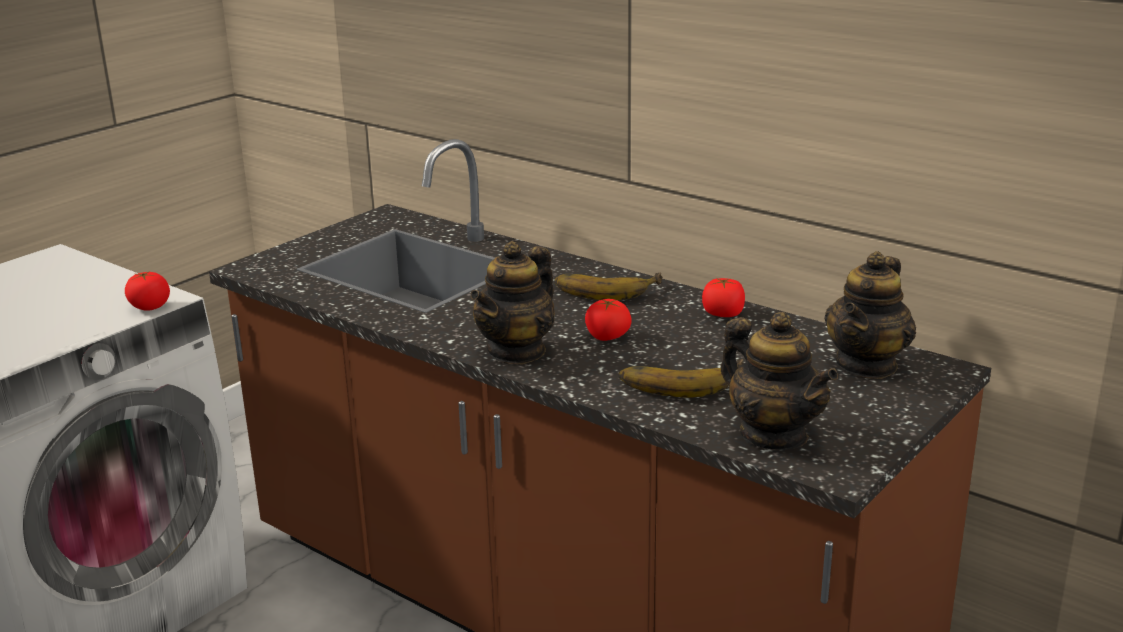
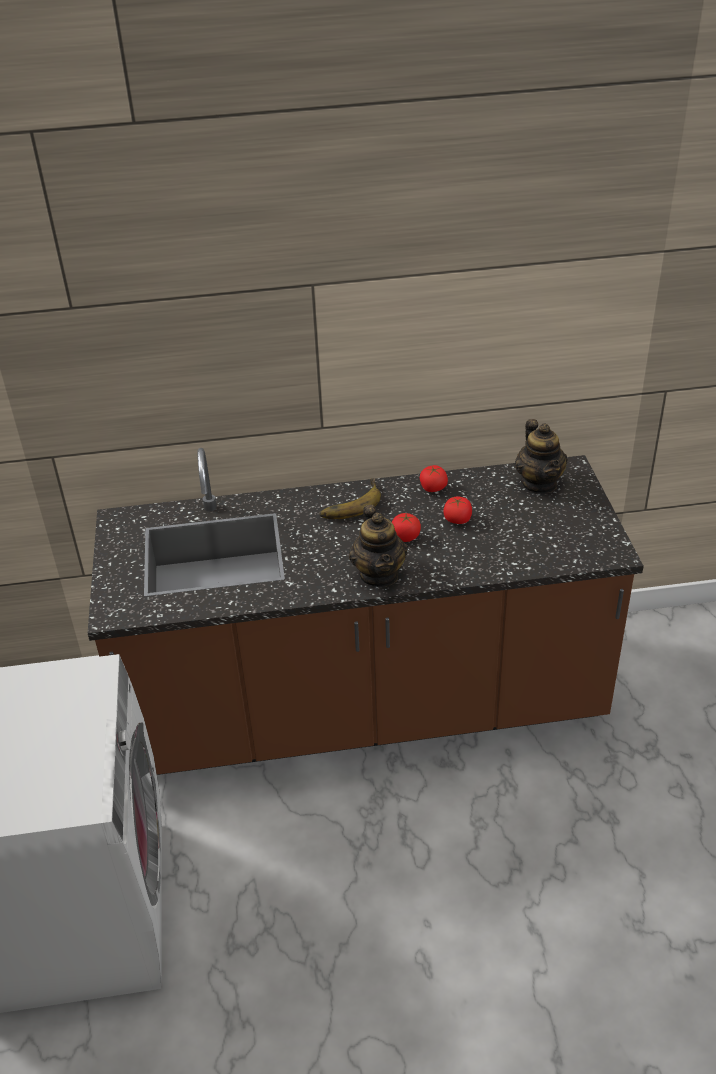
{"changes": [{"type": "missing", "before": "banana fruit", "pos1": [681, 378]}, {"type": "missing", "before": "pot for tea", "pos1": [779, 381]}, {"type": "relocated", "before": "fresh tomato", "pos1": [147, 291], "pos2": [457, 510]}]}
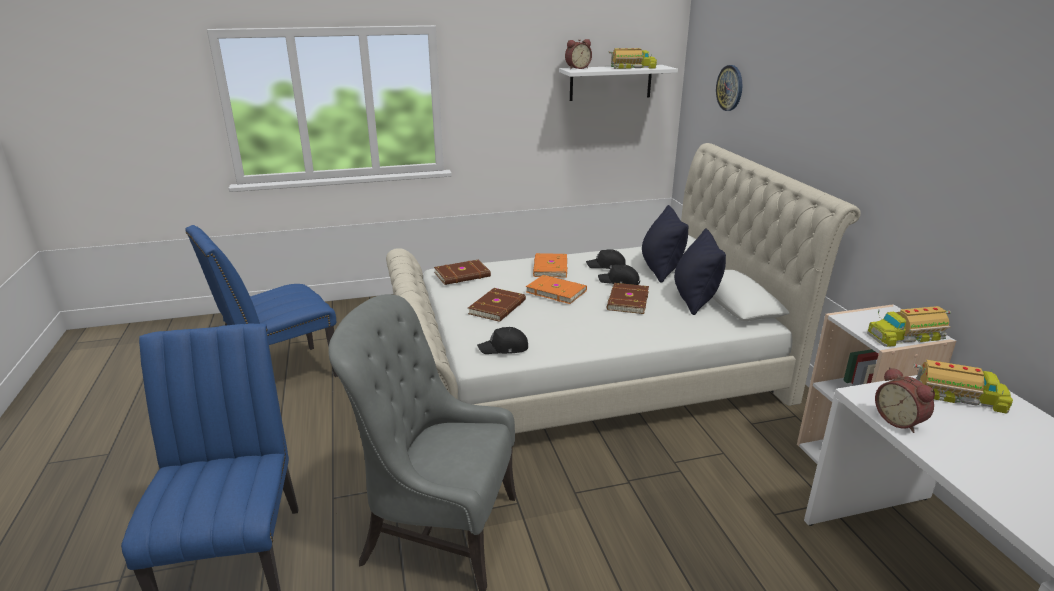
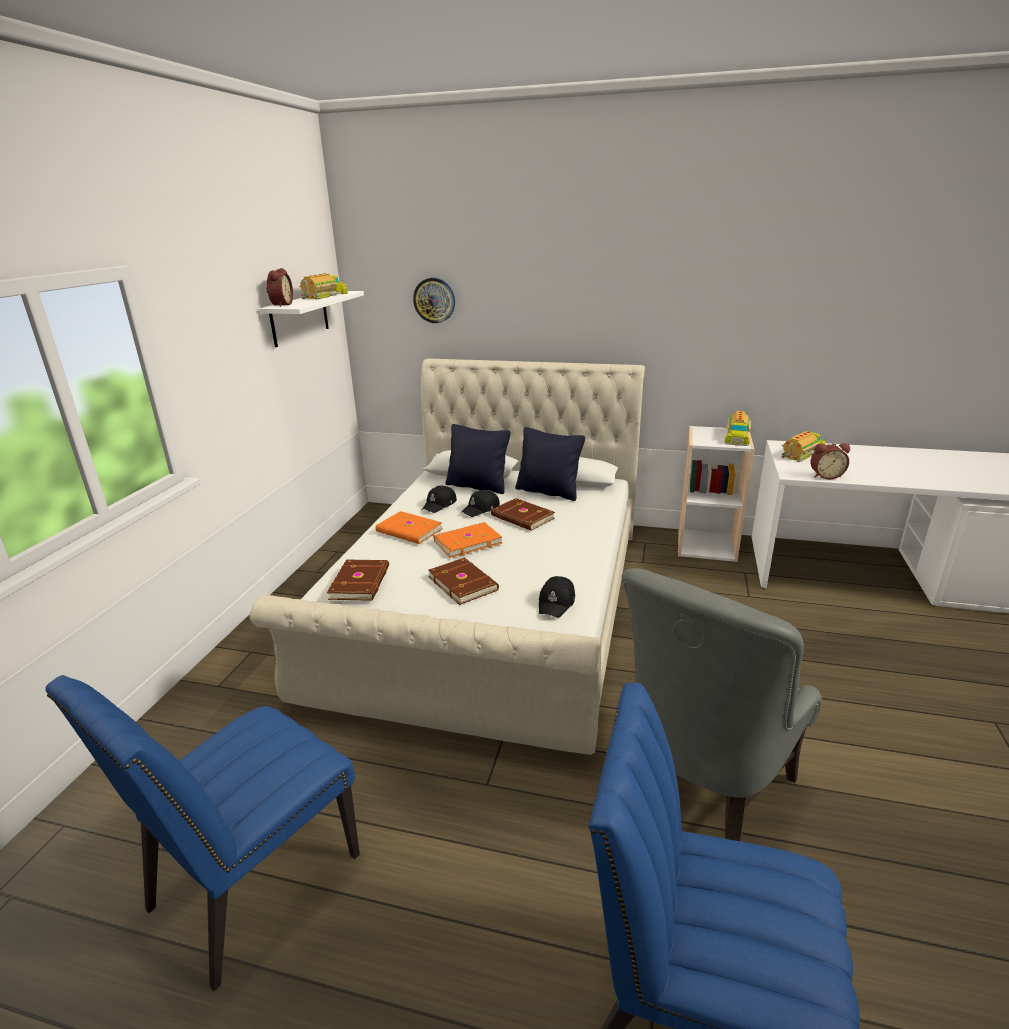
{"changes": [{"type": "spun", "before": "chair in blue", "pos1": [261, 301], "pos2": [202, 833], "turn": 45}]}
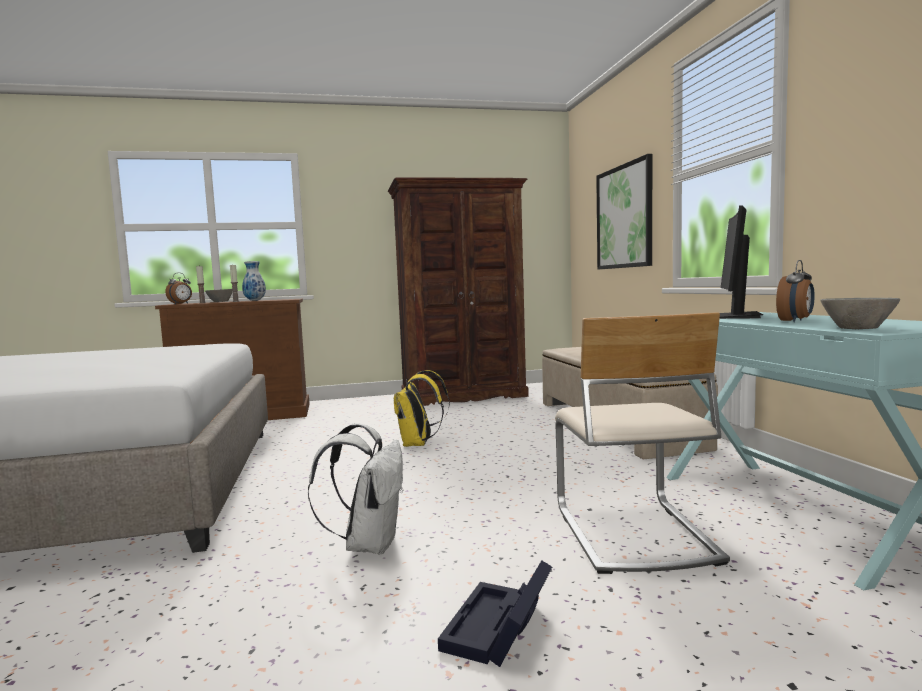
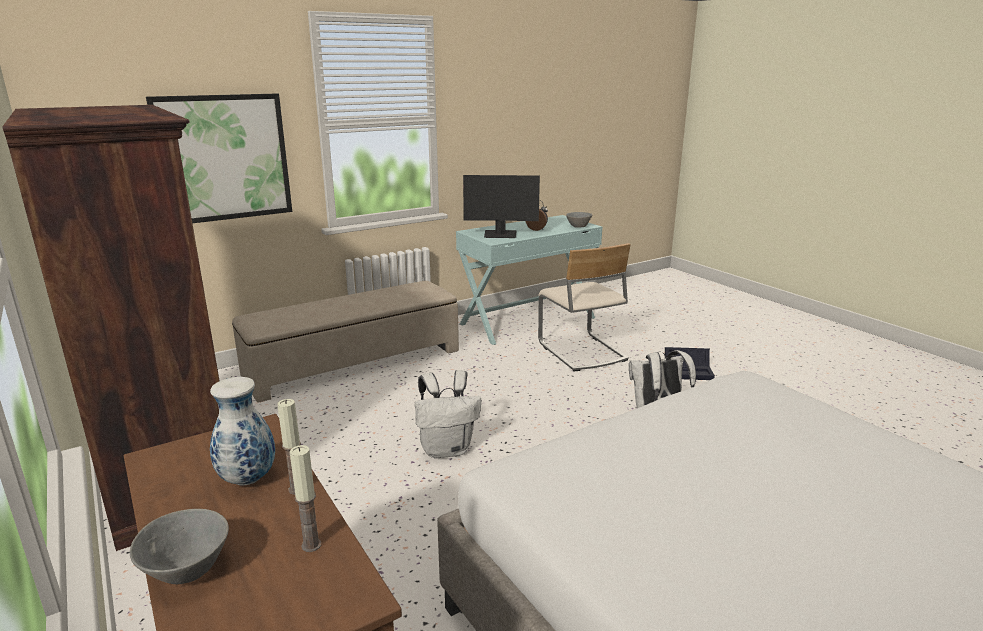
{"changes": [{"type": "missing", "before": "table clock", "pos1": [178, 288]}, {"type": "colour", "before": "rucksack in yellow", "after": "rucksack in whitish", "pos1": [422, 408], "pos2": [448, 414]}, {"type": "spun", "before": "chair in beige", "pos1": [642, 443], "pos2": [584, 307], "turn": 90}]}
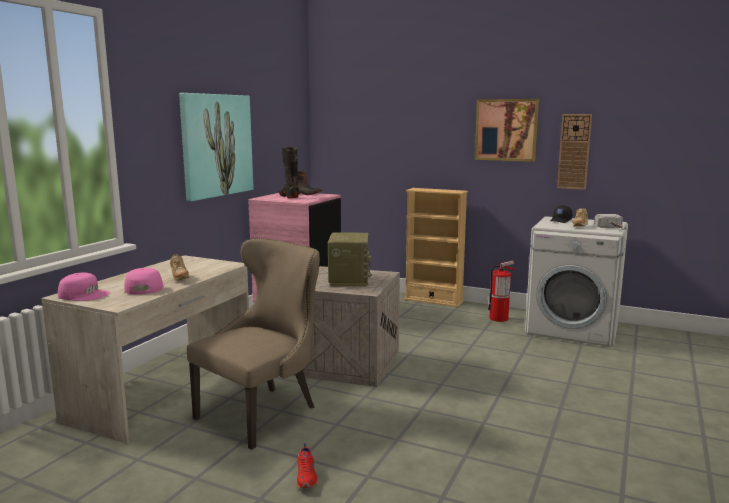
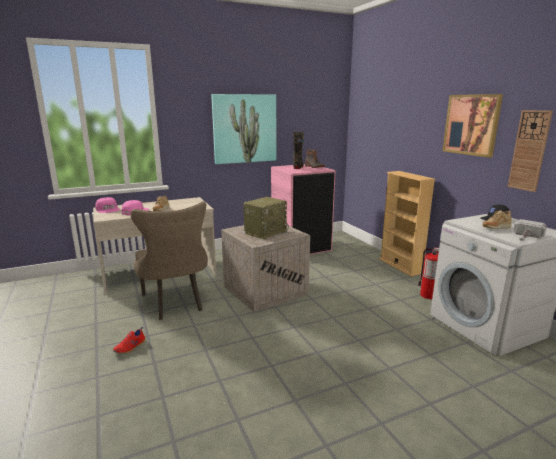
{"changes": [{"type": "spun", "before": "chair in beige", "pos1": [253, 344], "pos2": [169, 260], "turn": 75}]}
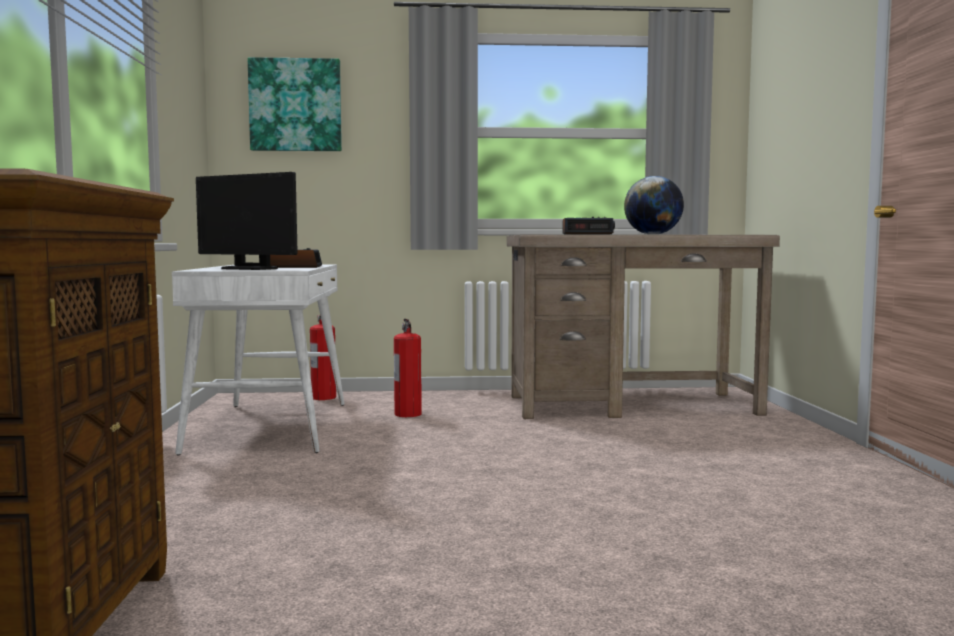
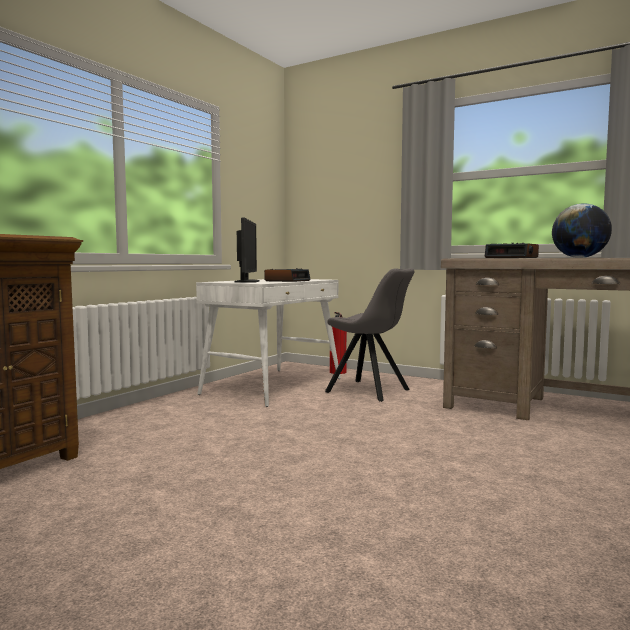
{"changes": [{"type": "missing", "before": "wall art", "pos1": [295, 104]}, {"type": "exchanged", "before": "fire-fighting cylinder", "after": "chair in grey", "pos1": [408, 368], "pos2": [370, 335]}, {"type": "spun", "before": "monitor", "pos1": [247, 221], "pos2": [247, 250], "turn": -150}]}
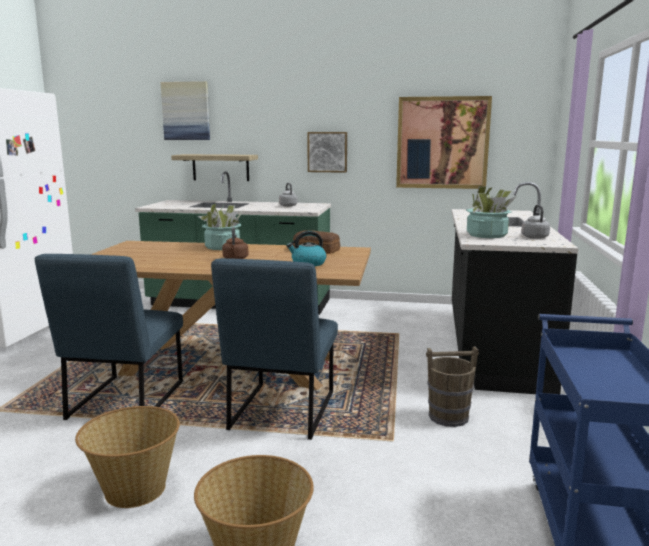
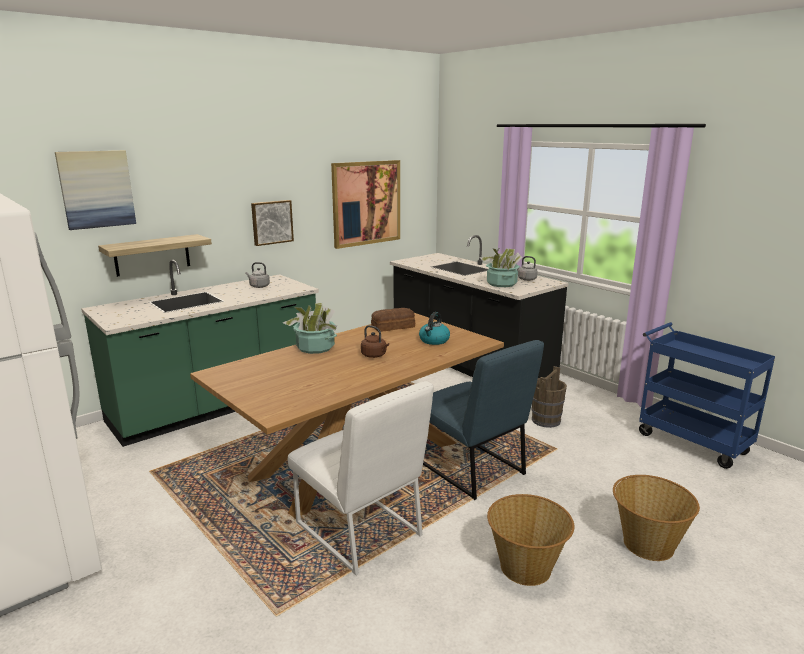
{"changes": [{"type": "colour", "before": "chair in blue", "after": "chair in whitish", "pos1": [109, 337], "pos2": [360, 478]}]}
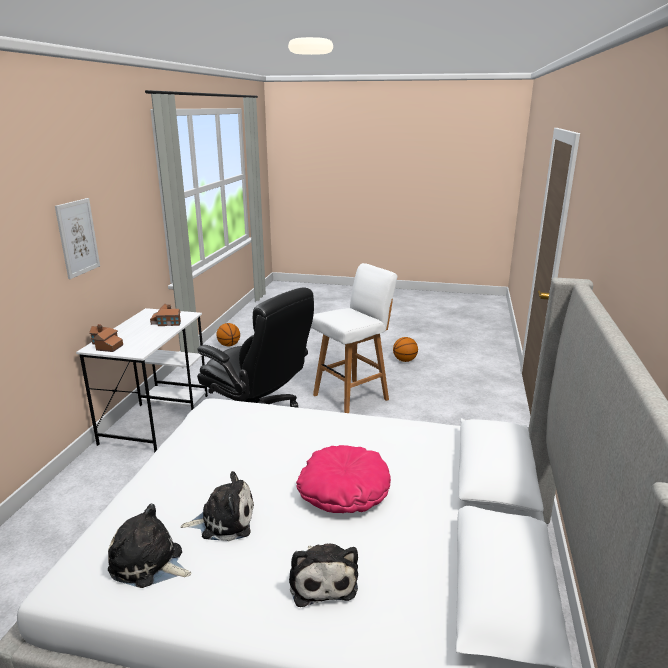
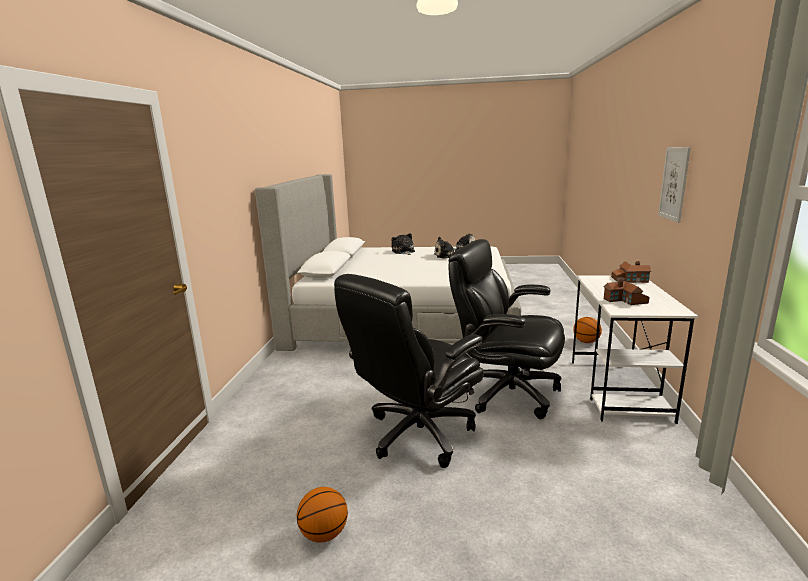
{"changes": [{"type": "missing", "before": "cushion in pink-coloured", "pos1": [343, 479]}, {"type": "relocated", "before": "ball for basketball", "pos1": [228, 334], "pos2": [587, 330]}, {"type": "exchanged", "before": "stool seat in whitish", "after": "desk chair in blackish", "pos1": [354, 338], "pos2": [409, 371]}]}
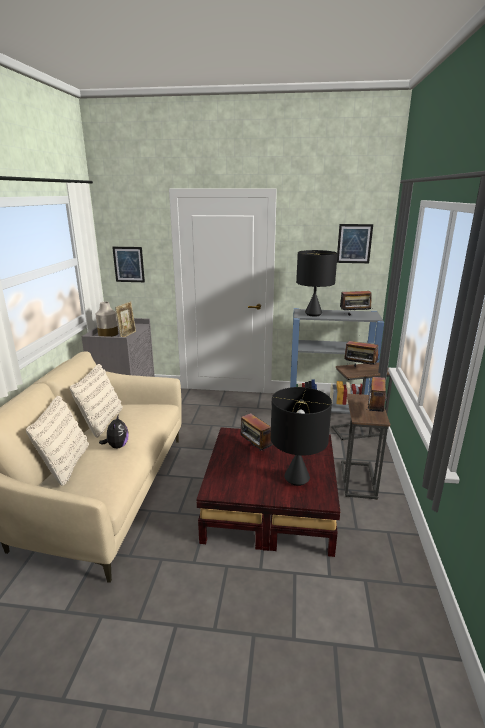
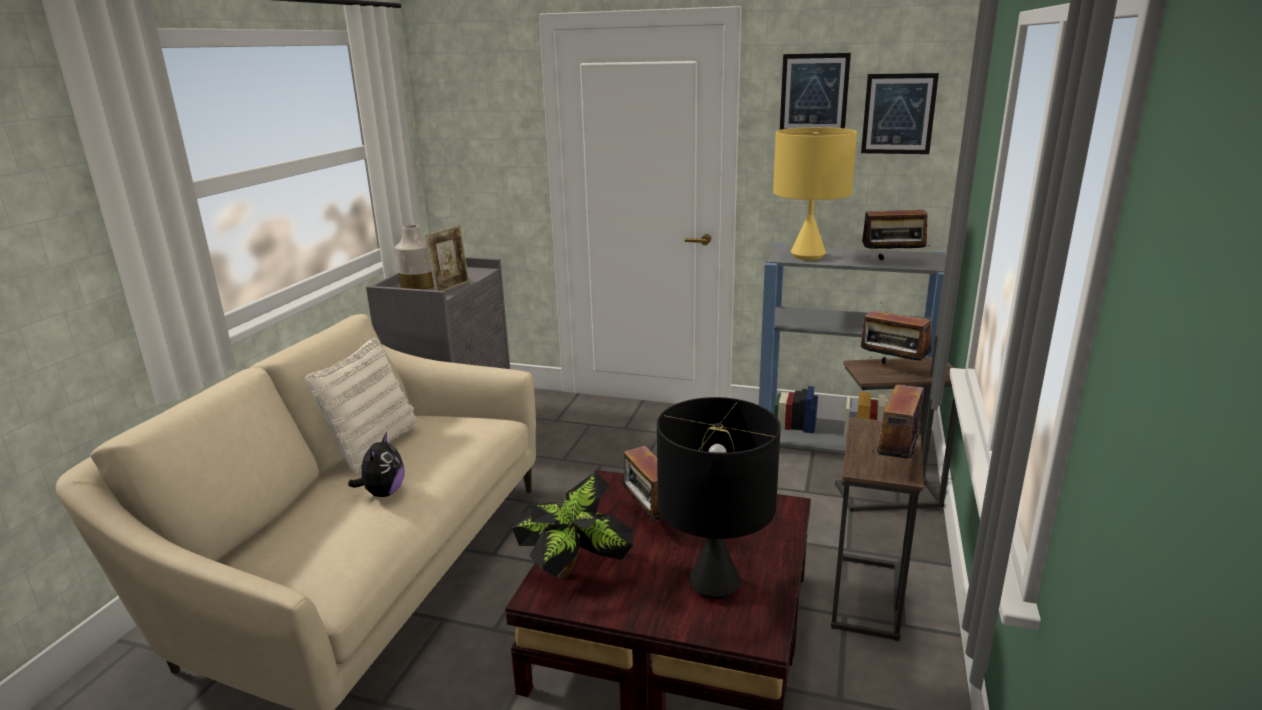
{"changes": [{"type": "missing", "before": "cushion in beige", "pos1": [57, 441]}, {"type": "appeared", "after": "potted plant", "pos2": [572, 525]}, {"type": "relocated", "before": "wall art", "pos1": [128, 264], "pos2": [815, 91]}, {"type": "colour", "before": "lamp for a table in blackish", "after": "lamp for a table in yellow", "pos1": [317, 283], "pos2": [815, 193]}]}
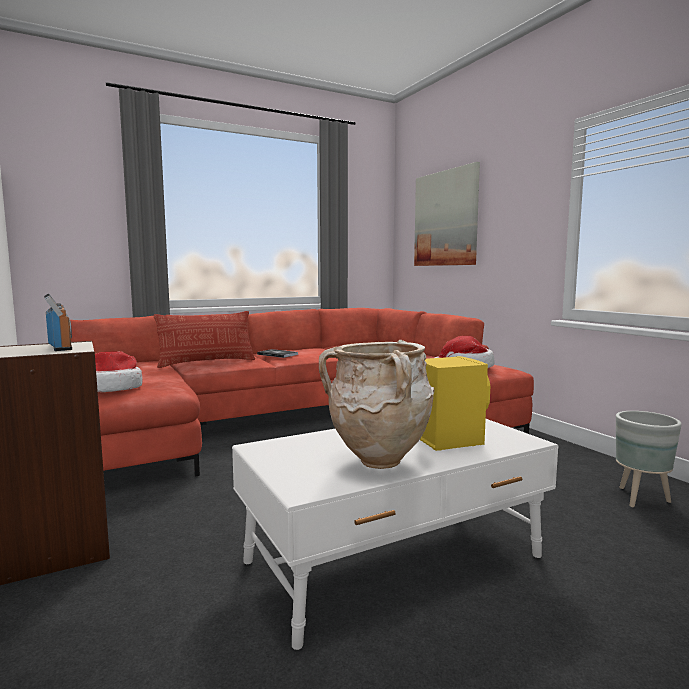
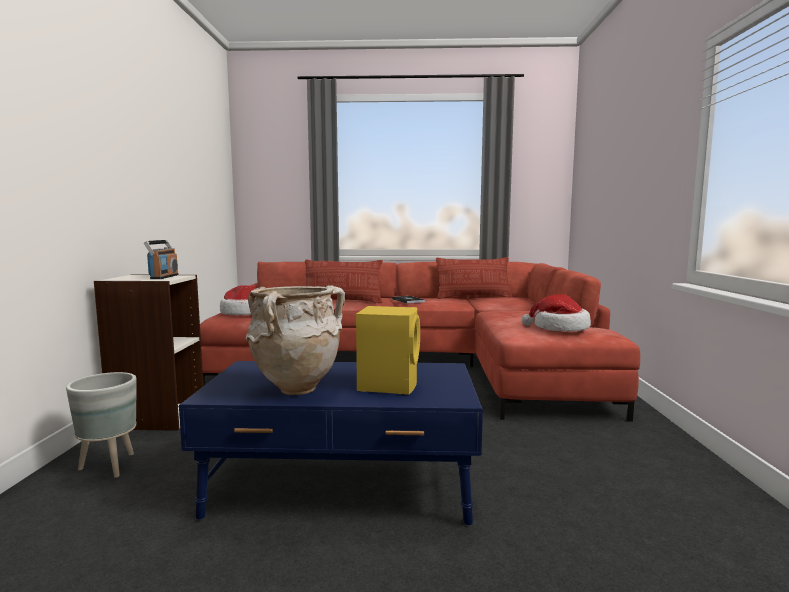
{"changes": [{"type": "missing", "before": "wall art", "pos1": [447, 214]}, {"type": "appeared", "after": "cushion", "pos2": [474, 278]}, {"type": "relocated", "before": "planter in grey", "pos1": [649, 459], "pos2": [101, 425]}, {"type": "colour", "before": "coffee table in whitish", "after": "coffee table in blue", "pos1": [395, 534], "pos2": [331, 443]}]}
